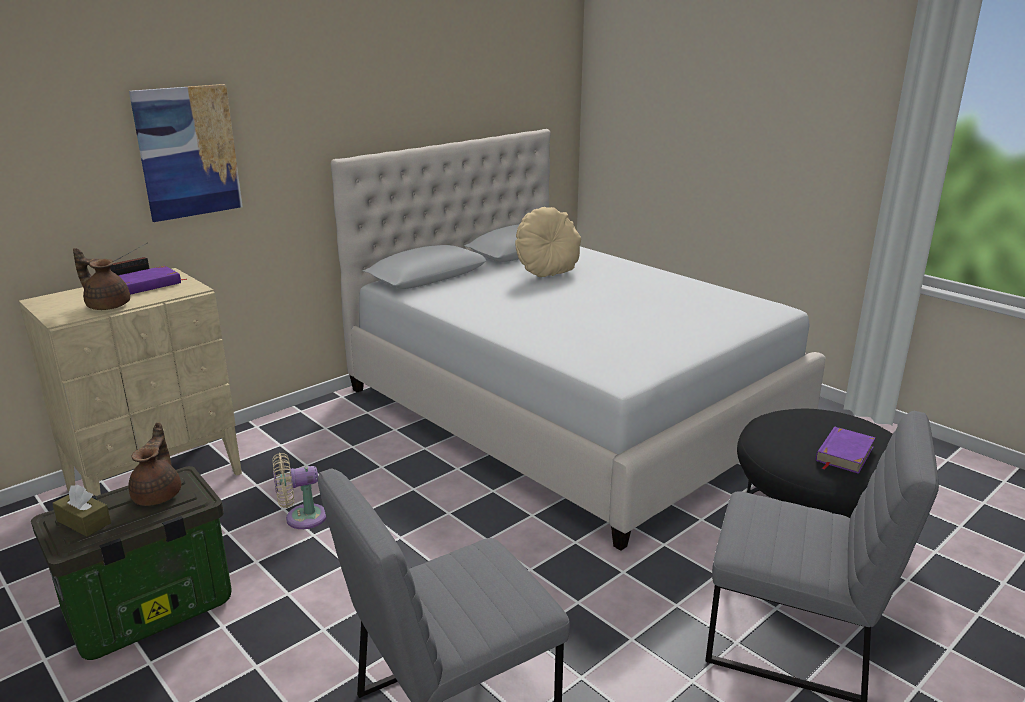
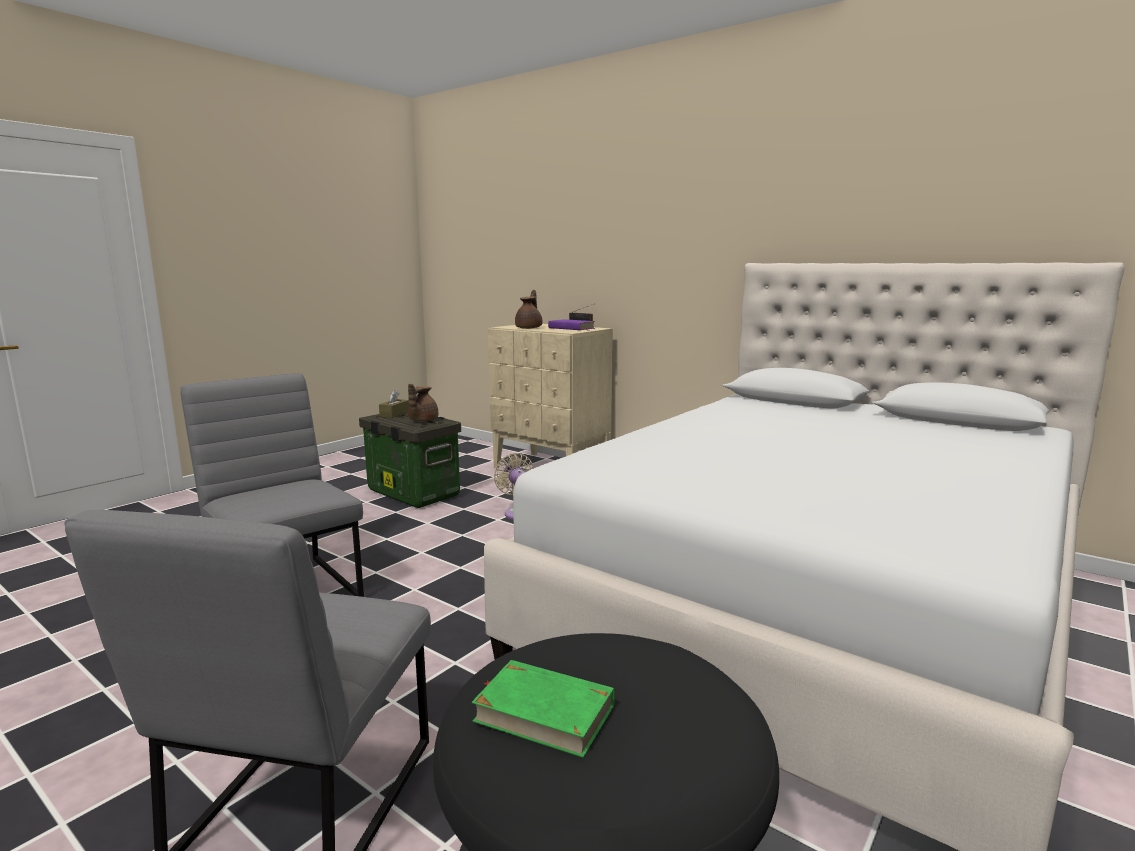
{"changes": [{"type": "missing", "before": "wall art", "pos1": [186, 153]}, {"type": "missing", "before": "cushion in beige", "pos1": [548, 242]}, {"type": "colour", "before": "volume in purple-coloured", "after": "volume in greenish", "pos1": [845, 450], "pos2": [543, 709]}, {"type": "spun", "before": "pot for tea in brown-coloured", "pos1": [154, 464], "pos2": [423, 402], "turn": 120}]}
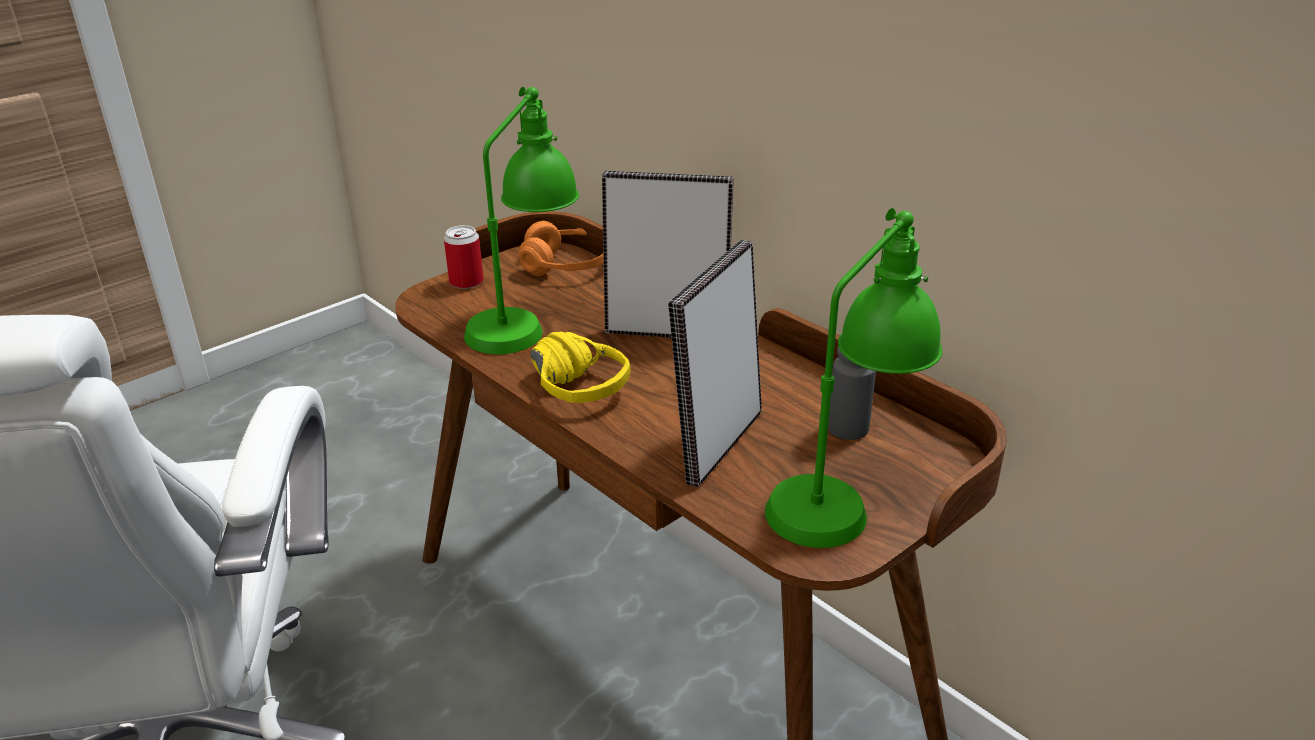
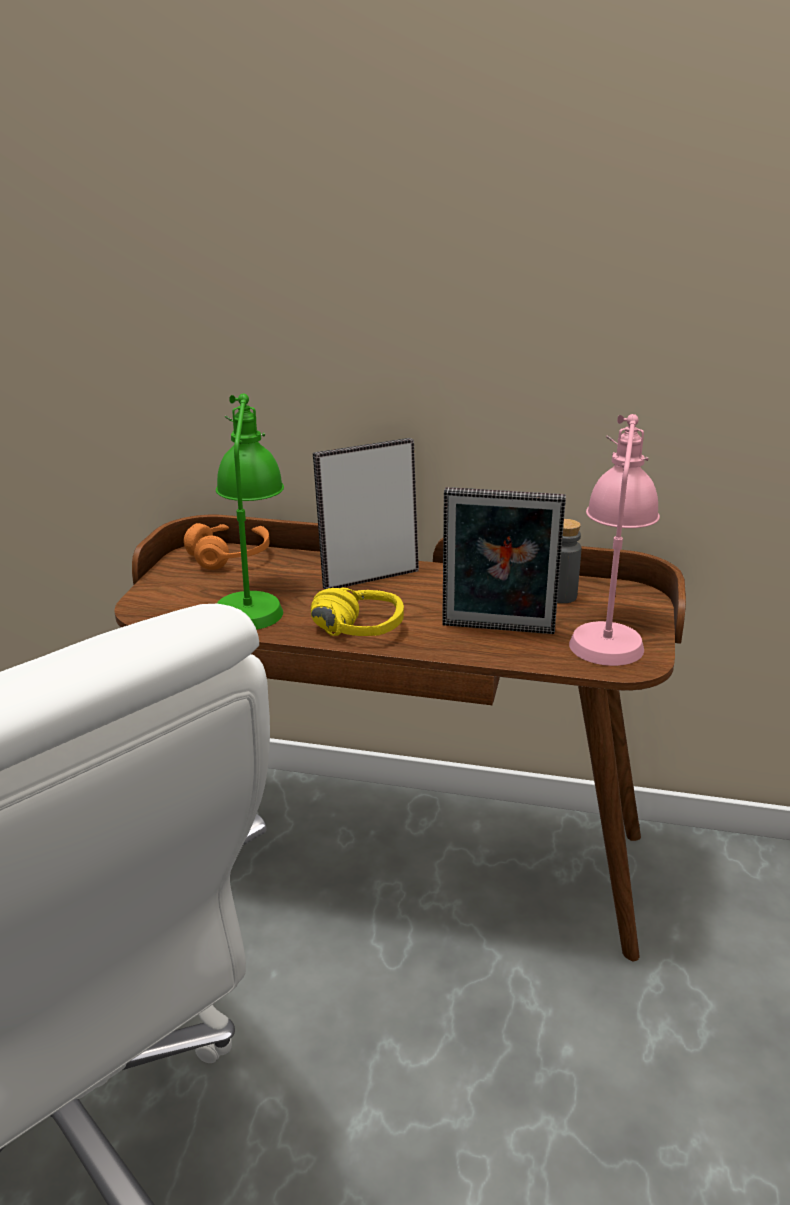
{"changes": [{"type": "missing", "before": "metal can", "pos1": [464, 257]}, {"type": "colour", "before": "lamp for a table in greenish", "after": "lamp for a table in pink-coloured", "pos1": [853, 378], "pos2": [614, 540]}, {"type": "spun", "before": "standing frame", "pos1": [715, 363], "pos2": [504, 560], "turn": -75}]}
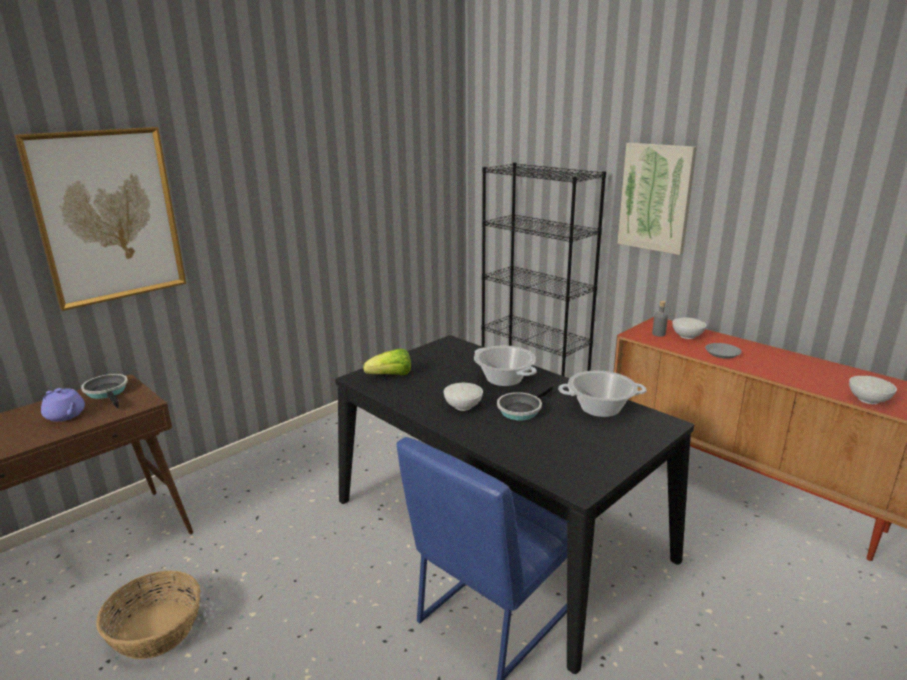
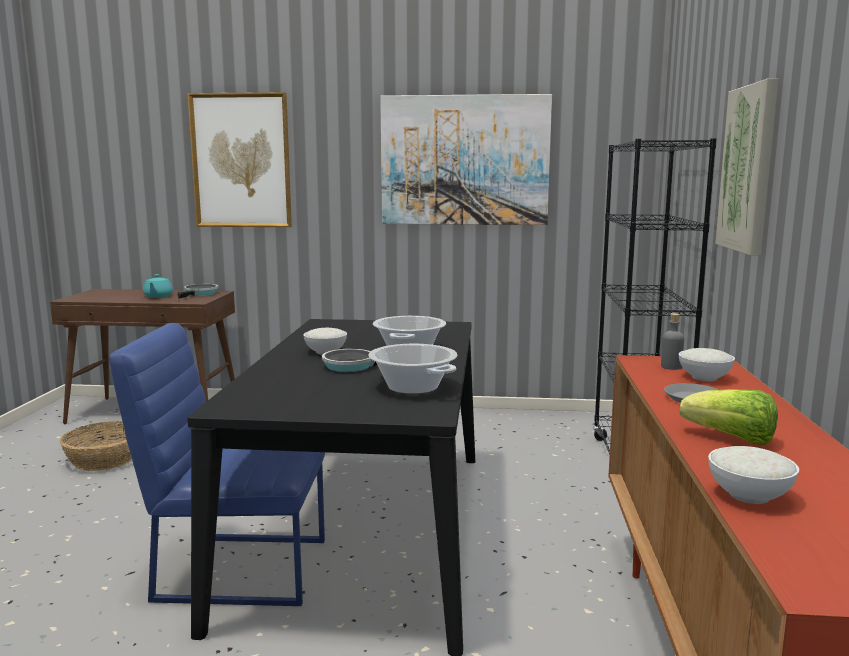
{"changes": [{"type": "appeared", "after": "wall art", "pos2": [466, 159]}, {"type": "relocated", "before": "lettuce head", "pos1": [387, 362], "pos2": [729, 417]}, {"type": "colour", "before": "pot for tea in purple-coloured", "after": "pot for tea in turquoise-coloured", "pos1": [63, 405], "pos2": [158, 286]}]}
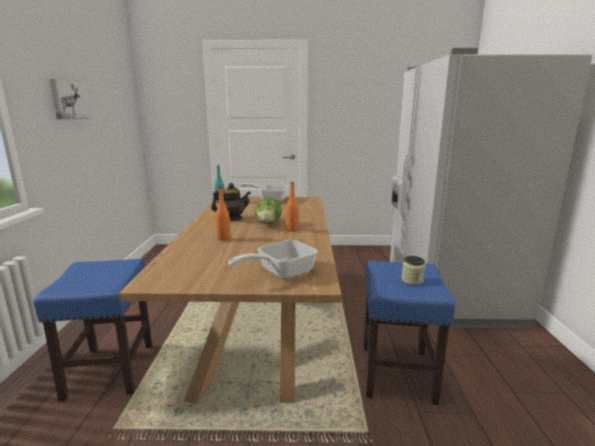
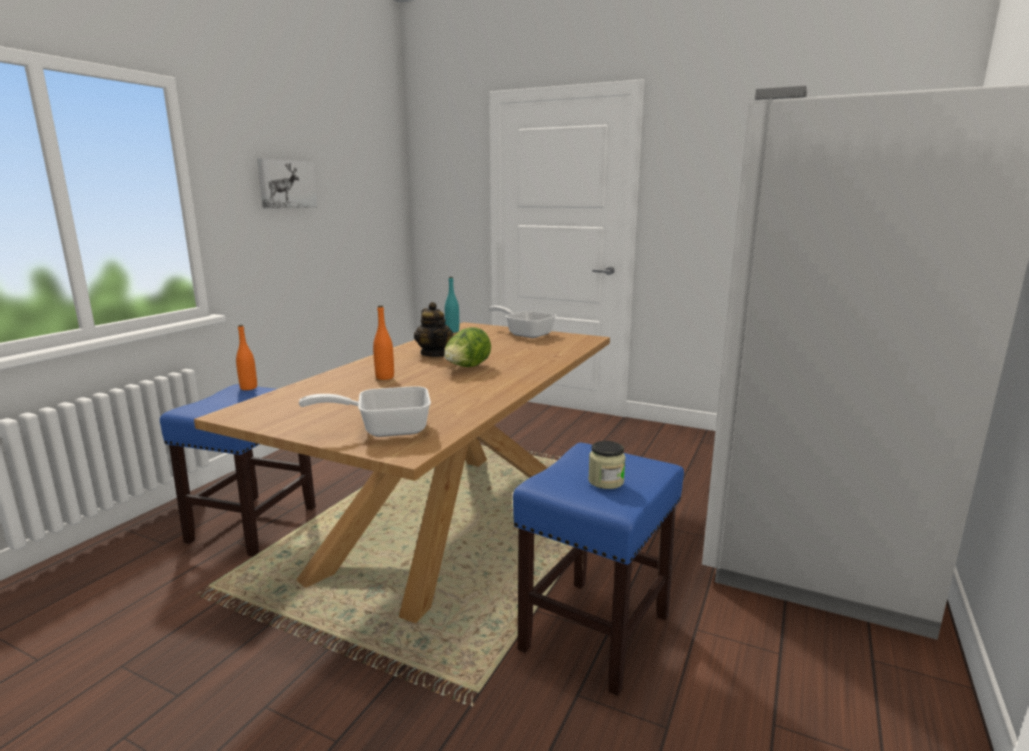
{"changes": [{"type": "relocated", "before": "bottle in orangey", "pos1": [292, 207], "pos2": [246, 357]}, {"type": "spun", "before": "pot for tea", "pos1": [231, 202], "pos2": [433, 329], "turn": 60}]}
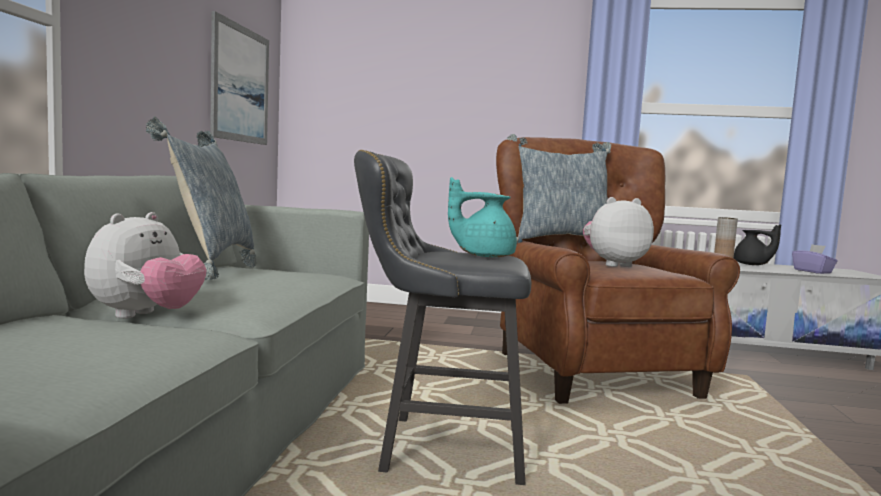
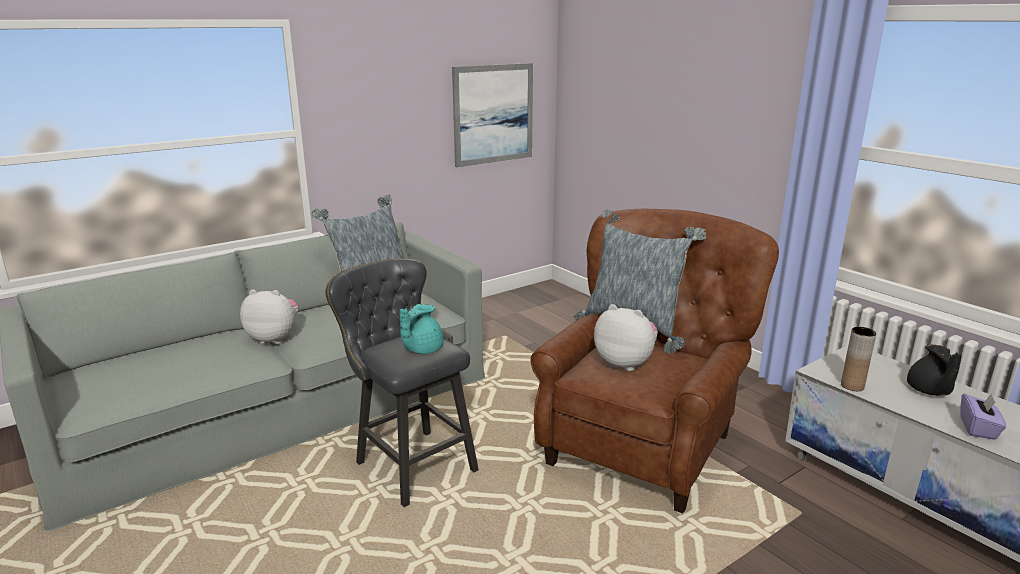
{"changes": [{"type": "spun", "before": "plush toy", "pos1": [145, 265], "pos2": [269, 316], "turn": -150}, {"type": "spun", "before": "pot for tea in turquoise-coloured", "pos1": [482, 217], "pos2": [422, 329], "turn": -90}]}
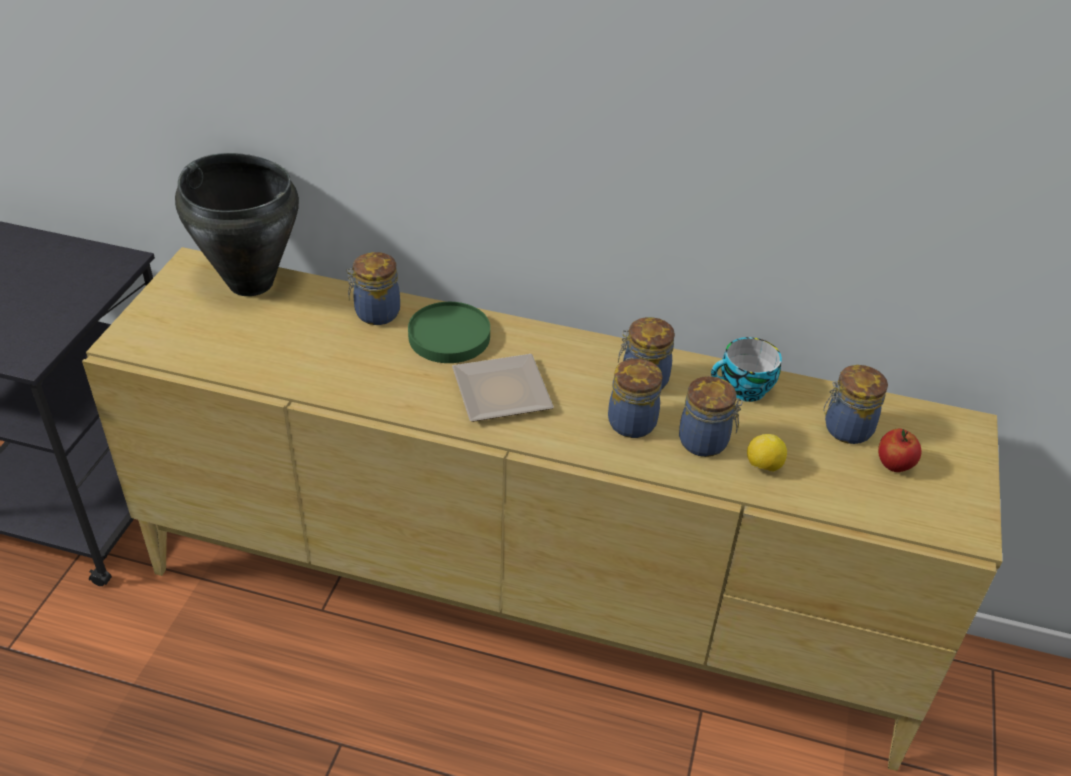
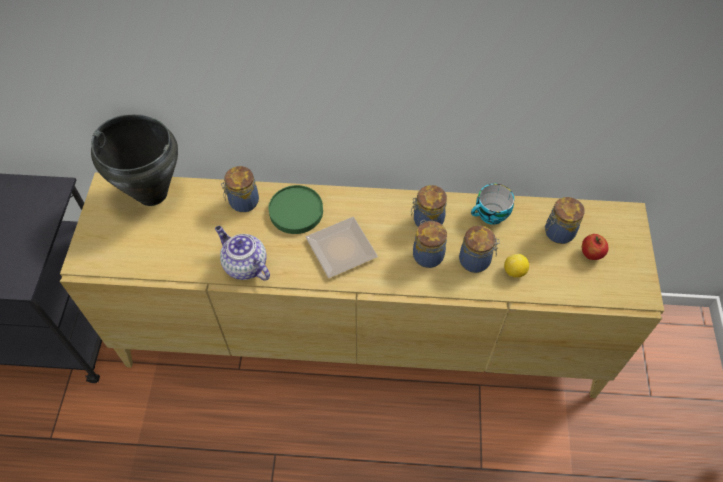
{"changes": [{"type": "appeared", "after": "pot for tea", "pos2": [242, 253]}]}
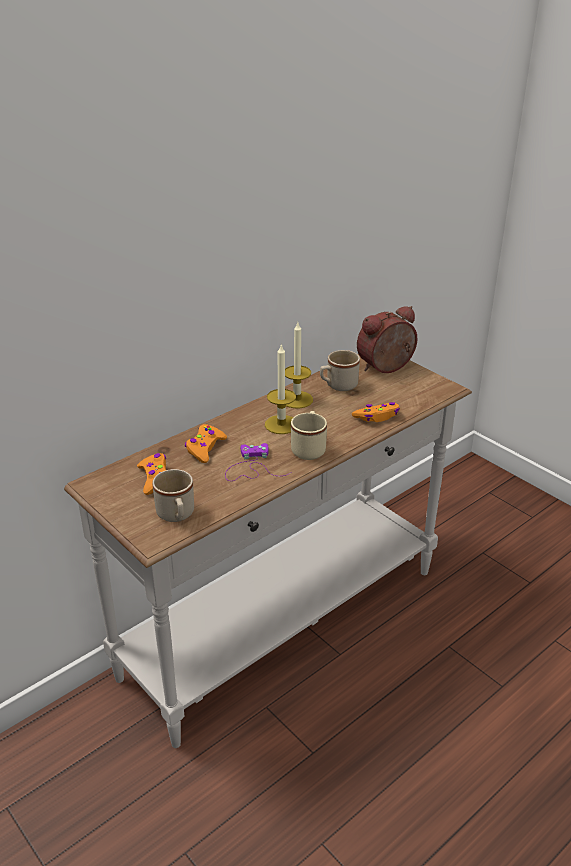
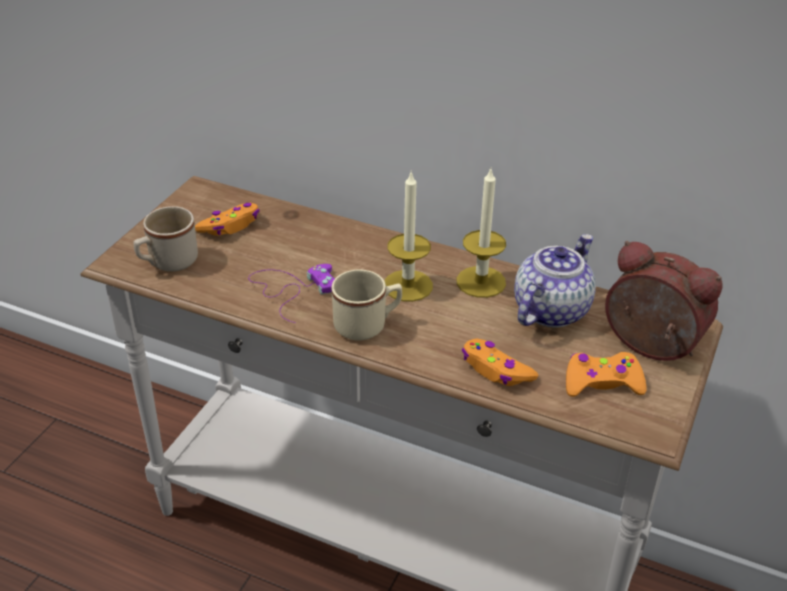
{"changes": [{"type": "relocated", "before": "joypad in orangey", "pos1": [206, 443], "pos2": [606, 374]}, {"type": "exchanged", "before": "tea mug in beige", "after": "pot for tea", "pos1": [340, 370], "pos2": [555, 280]}]}
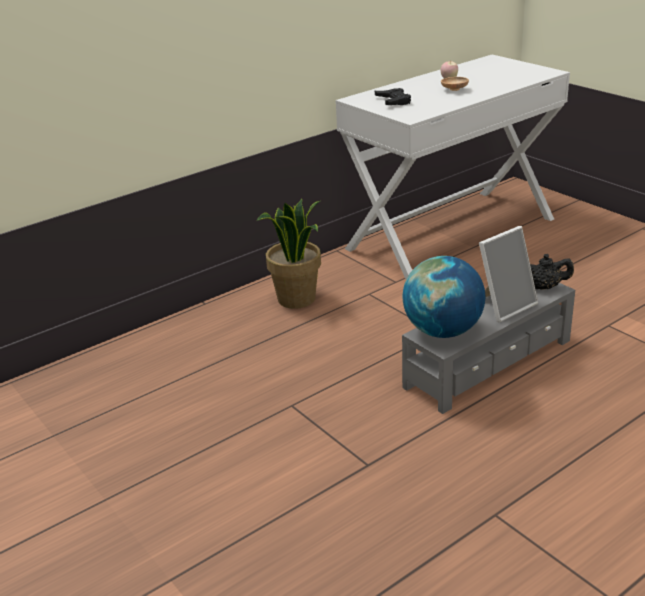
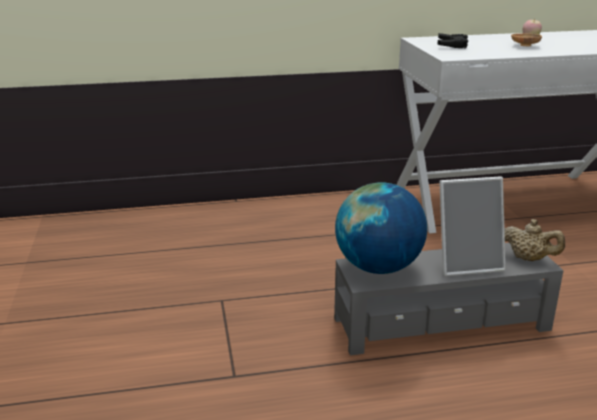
{"changes": [{"type": "missing", "before": "potted plant", "pos1": [289, 254]}, {"type": "colour", "before": "pot for tea in blackish", "after": "pot for tea in beige", "pos1": [552, 272], "pos2": [535, 240]}]}
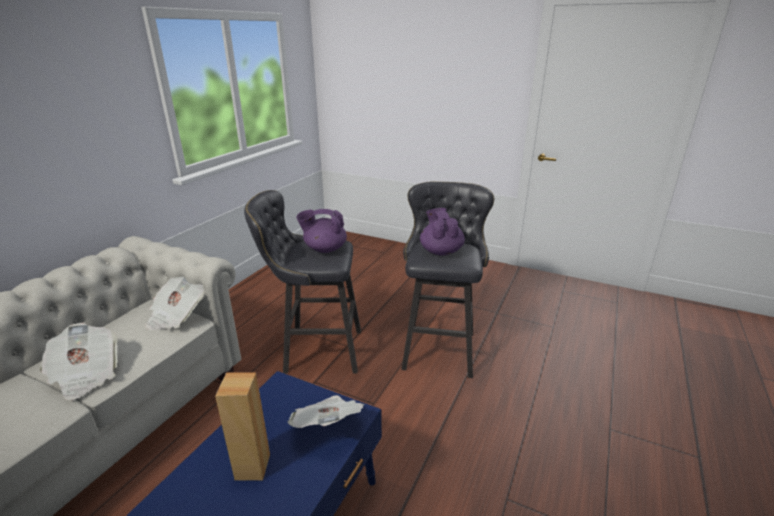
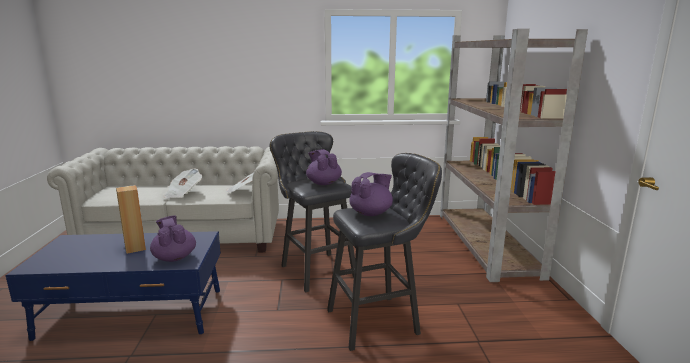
{"changes": [{"type": "appeared", "after": "bookcase in brown-coloured", "pos2": [514, 155]}, {"type": "exchanged", "before": "newspaper", "after": "pot for tea in purple-coloured", "pos1": [325, 411], "pos2": [173, 239]}]}
